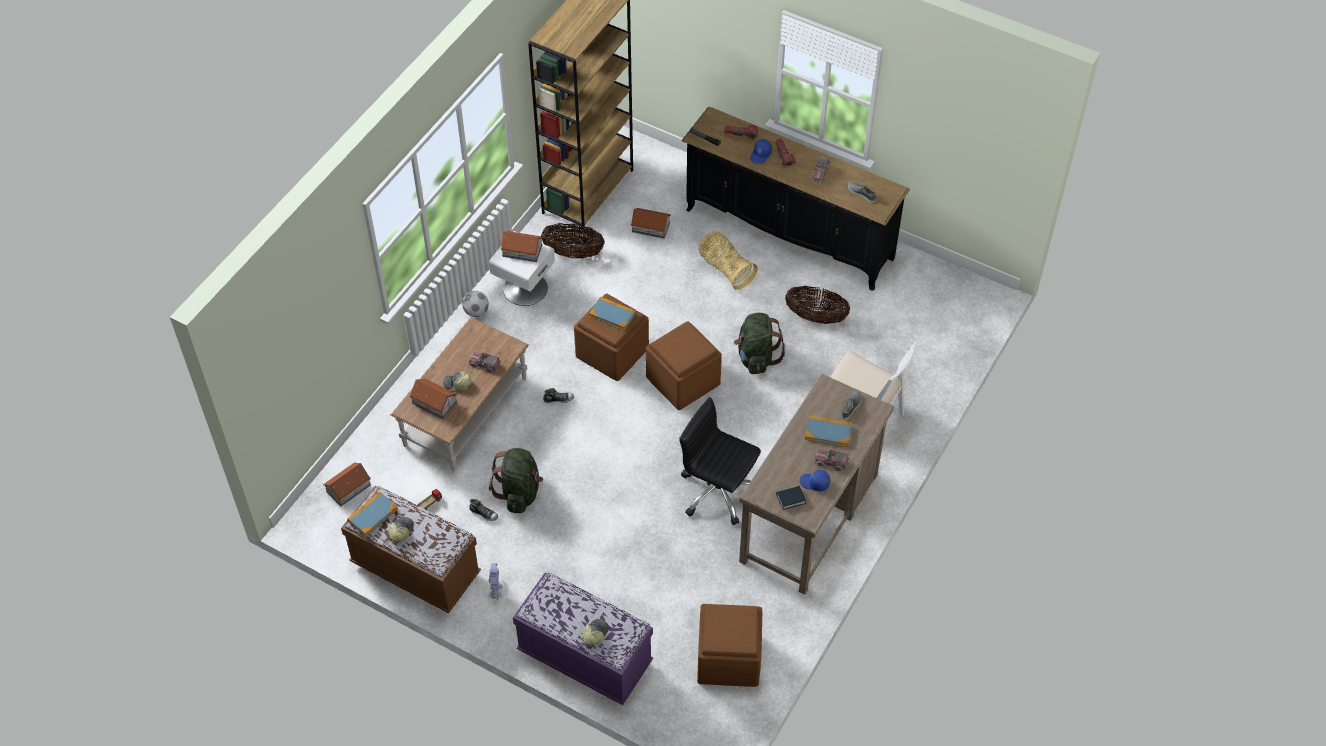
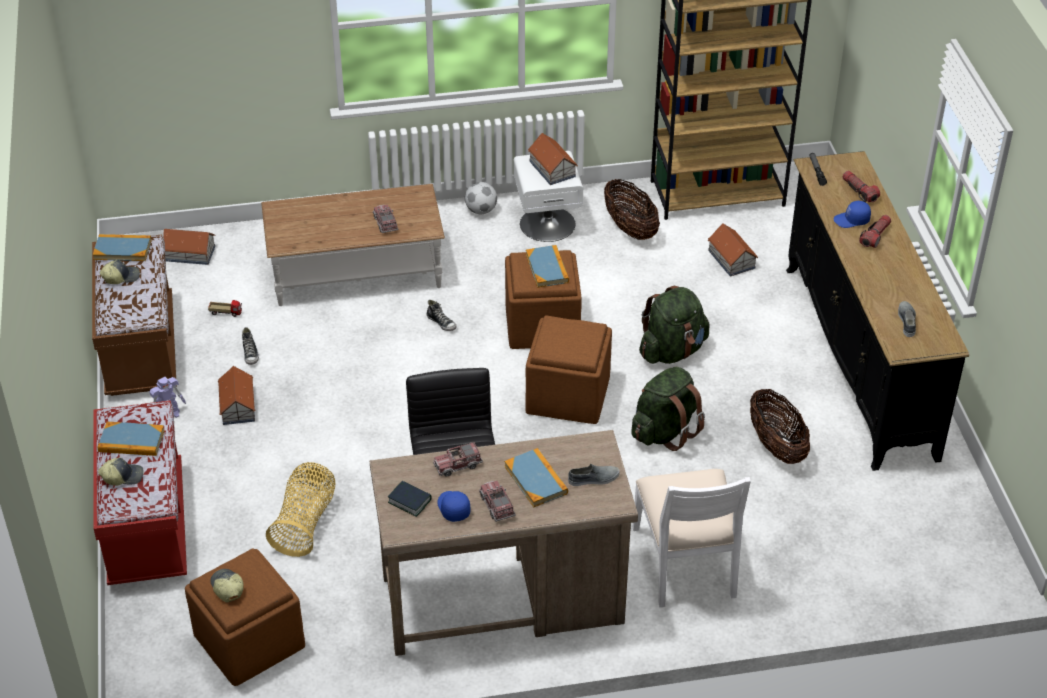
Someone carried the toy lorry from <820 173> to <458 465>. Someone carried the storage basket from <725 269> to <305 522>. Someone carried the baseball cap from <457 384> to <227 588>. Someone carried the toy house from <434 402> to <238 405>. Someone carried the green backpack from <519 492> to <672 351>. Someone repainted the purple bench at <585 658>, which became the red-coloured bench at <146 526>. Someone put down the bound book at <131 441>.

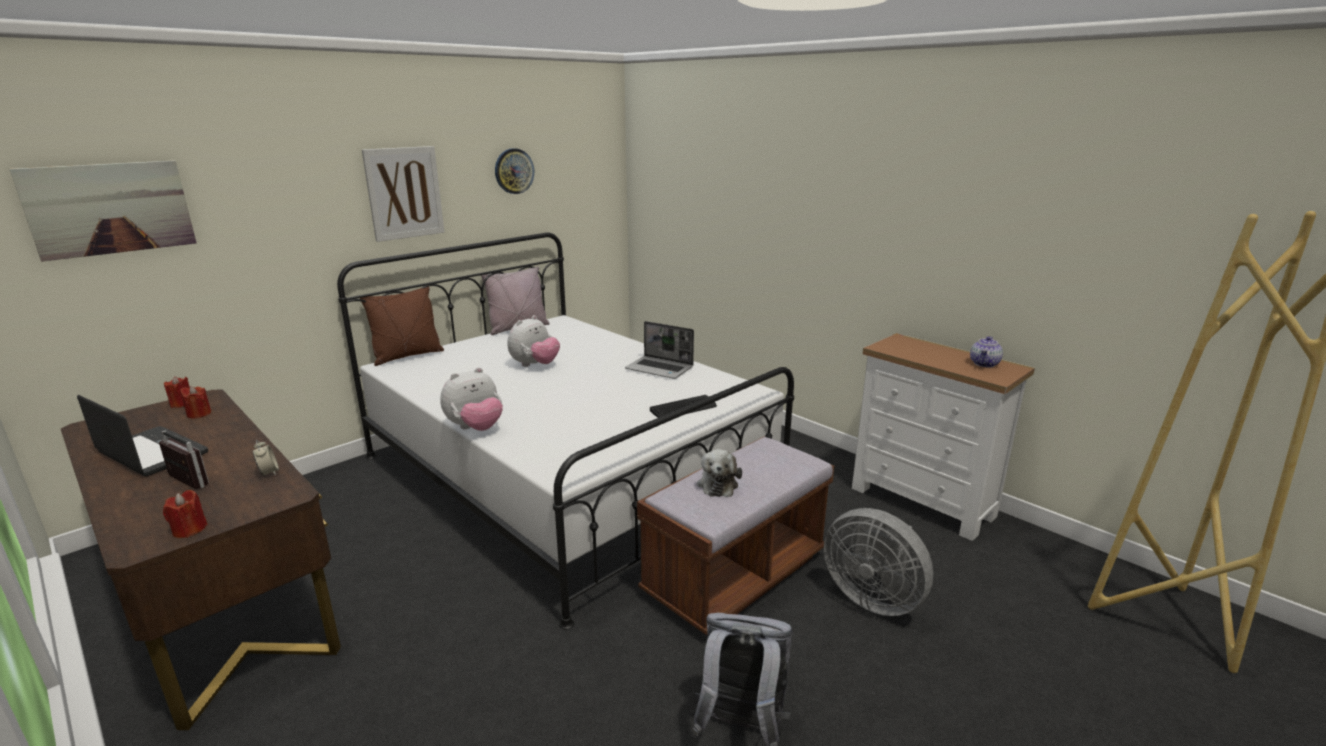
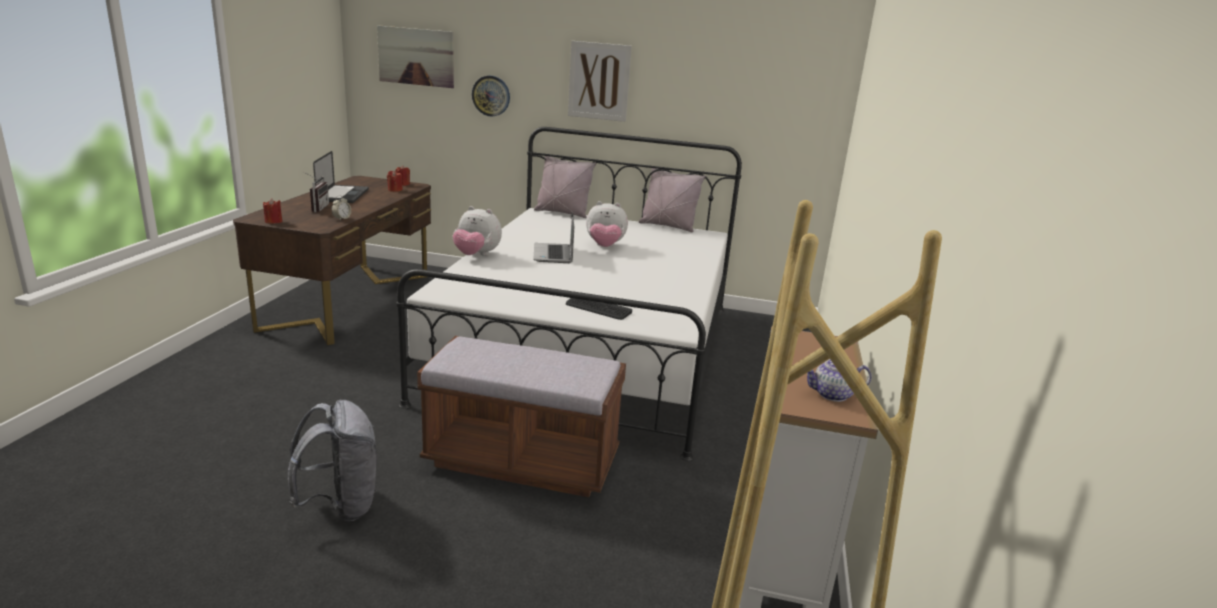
Someone carried the wall clock from <514 171> to <491 96>. Someone repainted the brownish pillow at <407 356>, which became the purple pillow at <562 213>. Someone carried the portable computer from <660 369> to <554 254>. Someone took away the plush toy at <717 484>. Someone took away the grey fan at <872 597>.

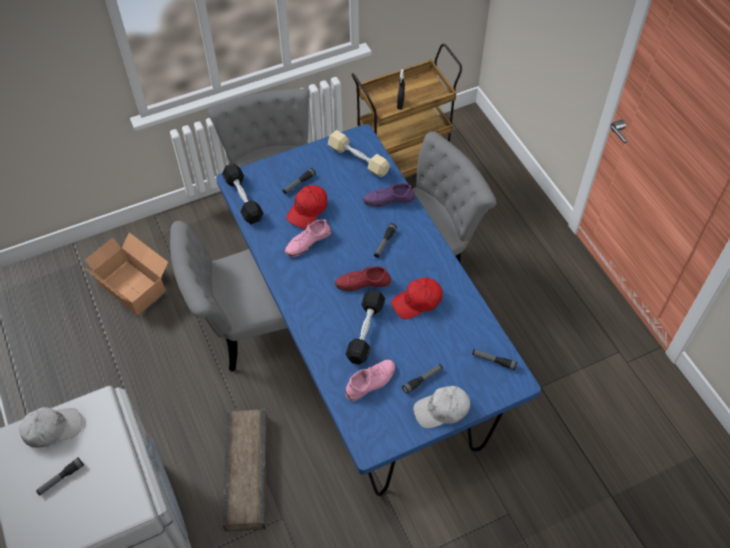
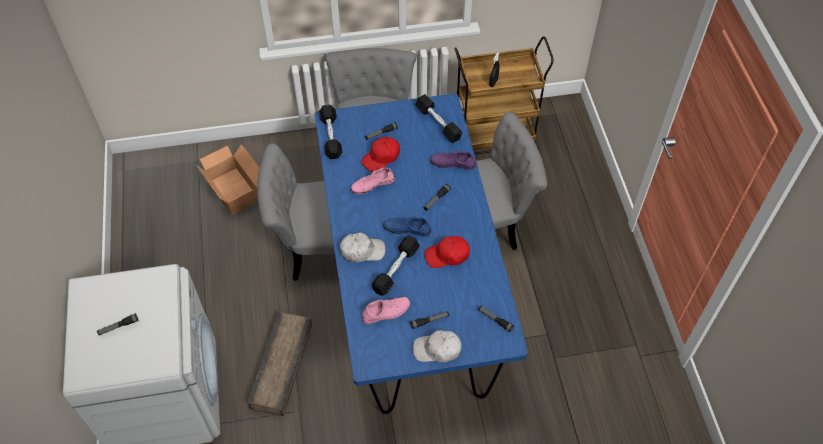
Someone repainted the beige hand weight at <358 159>, which became the black-coloured hand weight at <438 123>. Someone repainted the red-coloured item of footwear at <363 282>, which became the bluish item of footwear at <407 229>. Someone carried the white baseball cap from <52 429> to <362 251>.

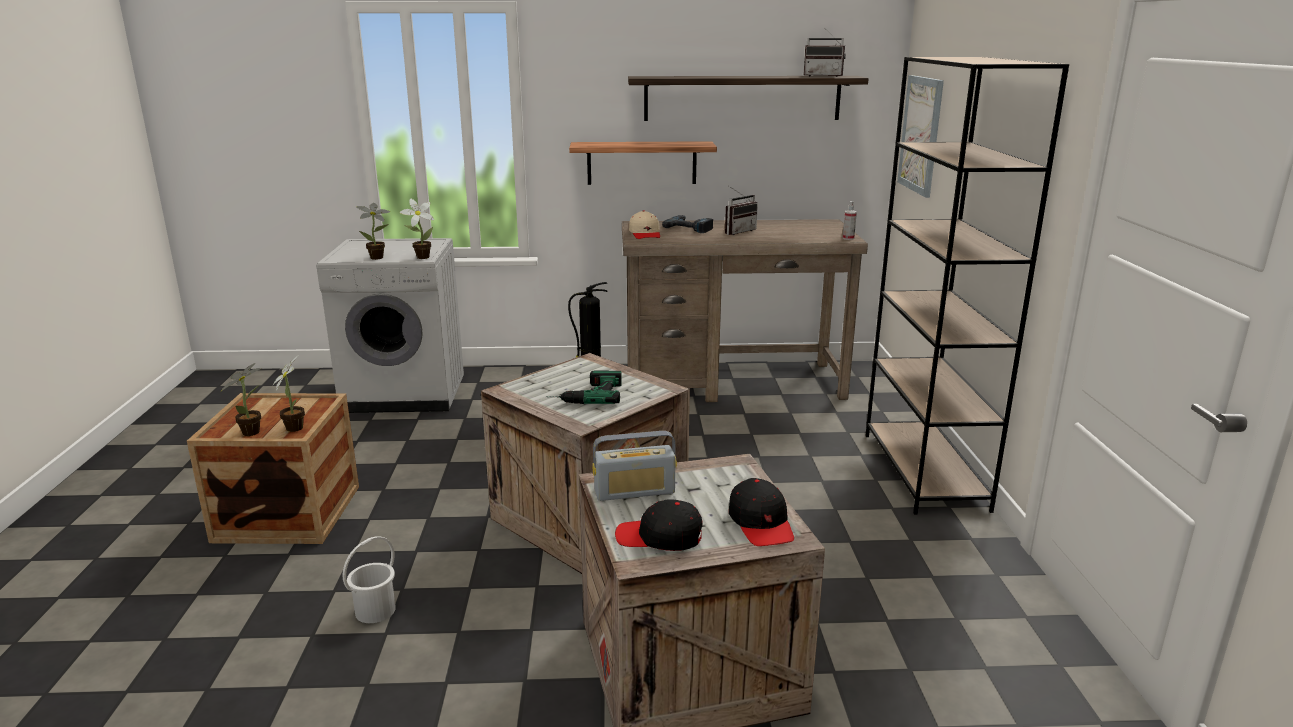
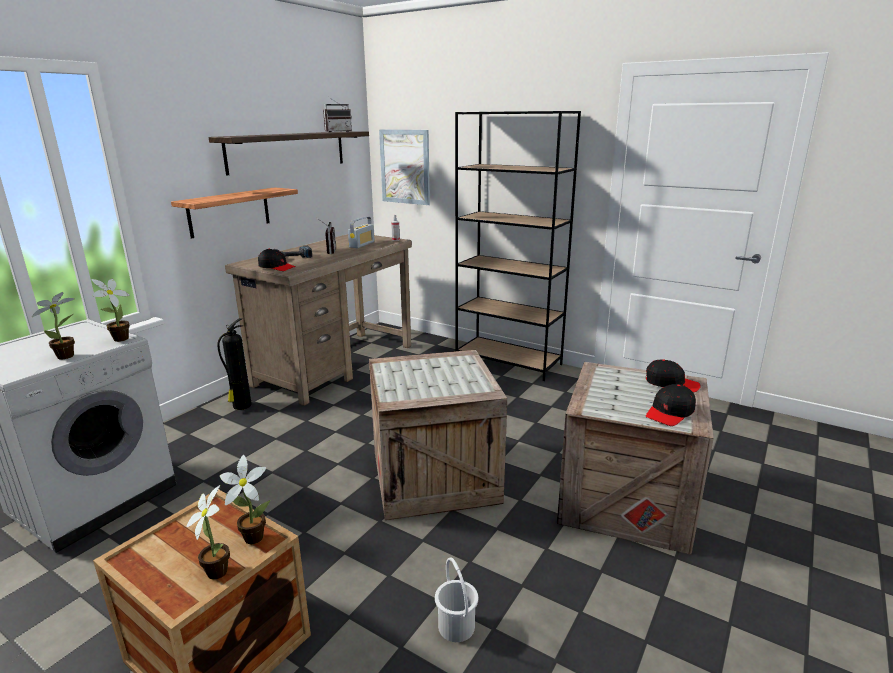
Someone repainted the beige baseball cap at <645 234>, which became the black-coloured baseball cap at <277 267>. Someone took away the electric drill at <585 394>. Someone carried the radio set from <634 491> to <362 244>.

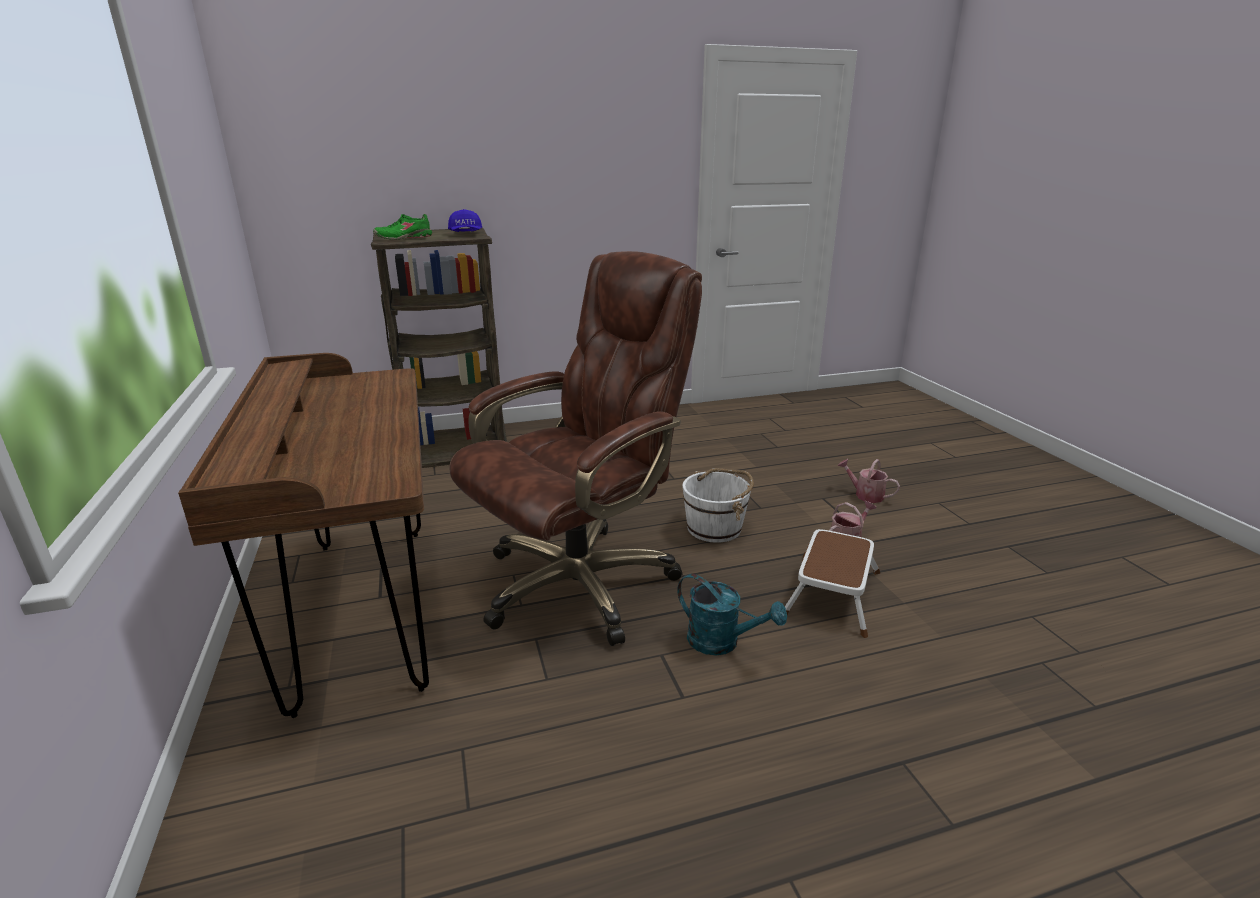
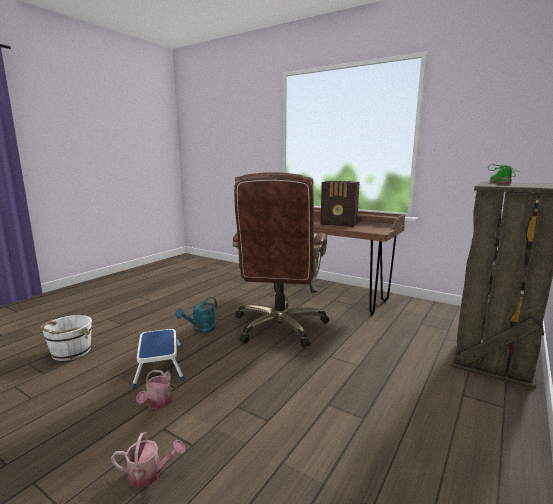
Someone took away the bluish baseball cap at <466 234>. Someone carried the white pail from <715 528> to <70 352>. Someone repainted the brownish step ladder at <831 593>, which became the bluish step ladder at <160 365>. Someone rotated the turquoise watering can at <722 642> by 45 degrees counterclockwise. Someone put down the radio set at <339 224>.

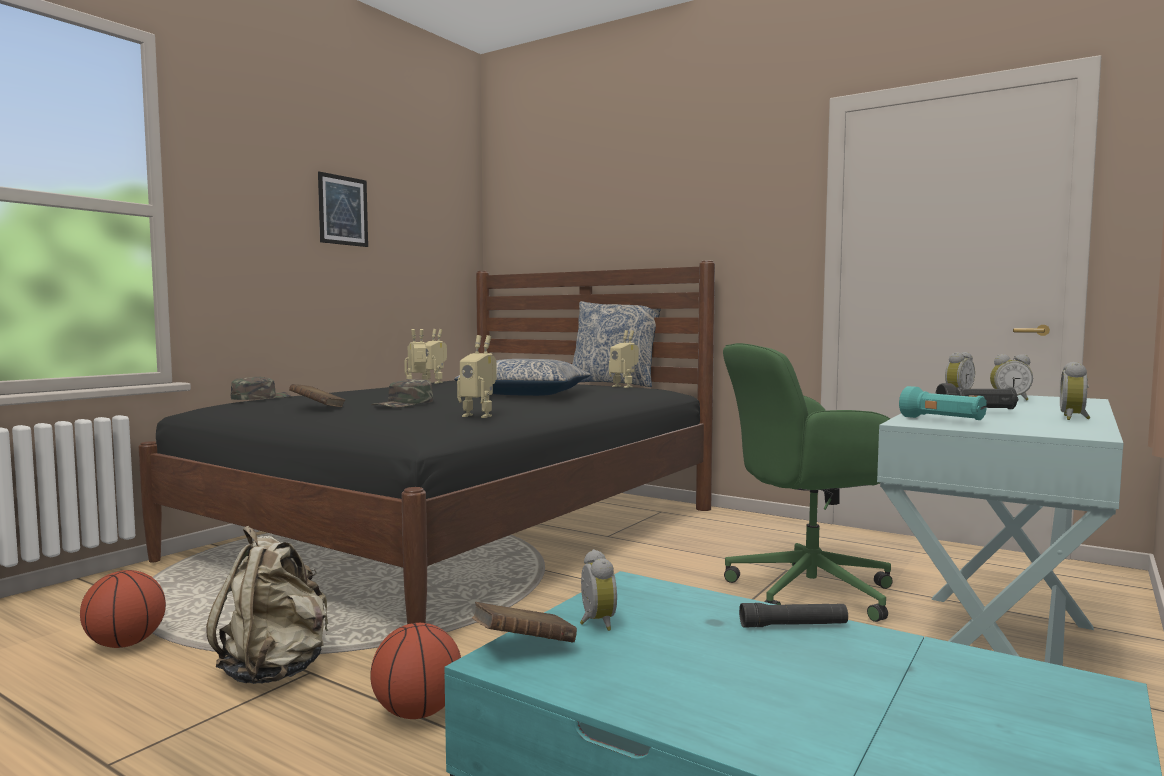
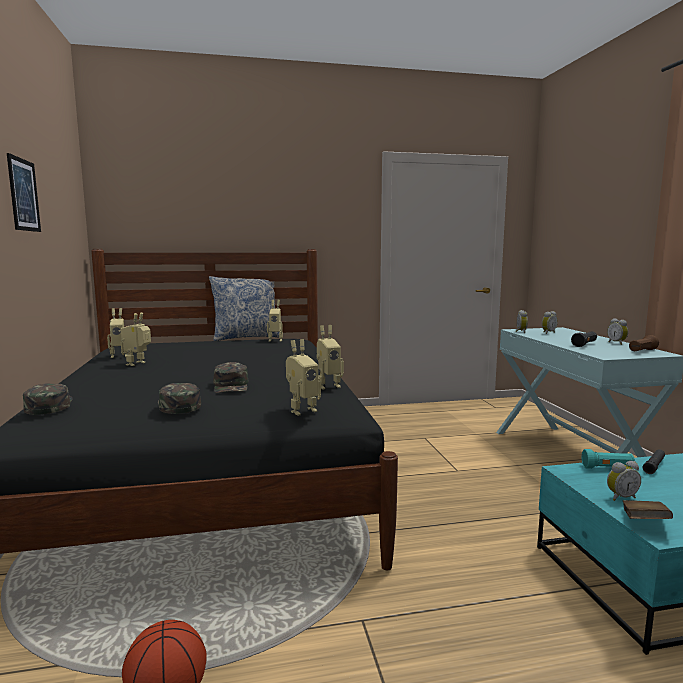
Someone took away the green office chair at <808 592>. Someone took away the pillow at <526 394>. Someone swapped the brownish bound book at <318 408> for the green baseball cap at <178 405>. Someone carried the turquoise torch from <942 420> to <607 468>. Someone took away the beige backpack at <275 670>. Someone rotated the alarm clock at <595 623> by 135 degrees clockwise. Someone took away the basketball ball at <418 713>. Someone put down the brownish torch at <642 351>. Someone put down the toy robot at <301 410>.

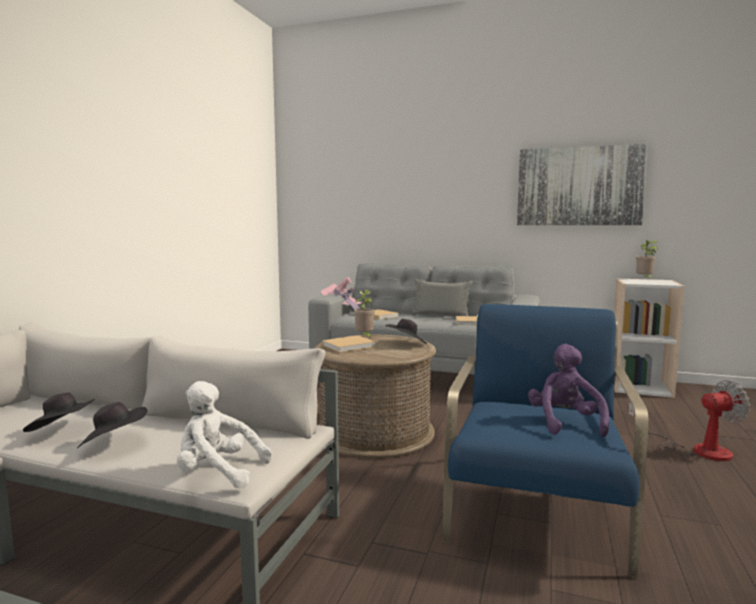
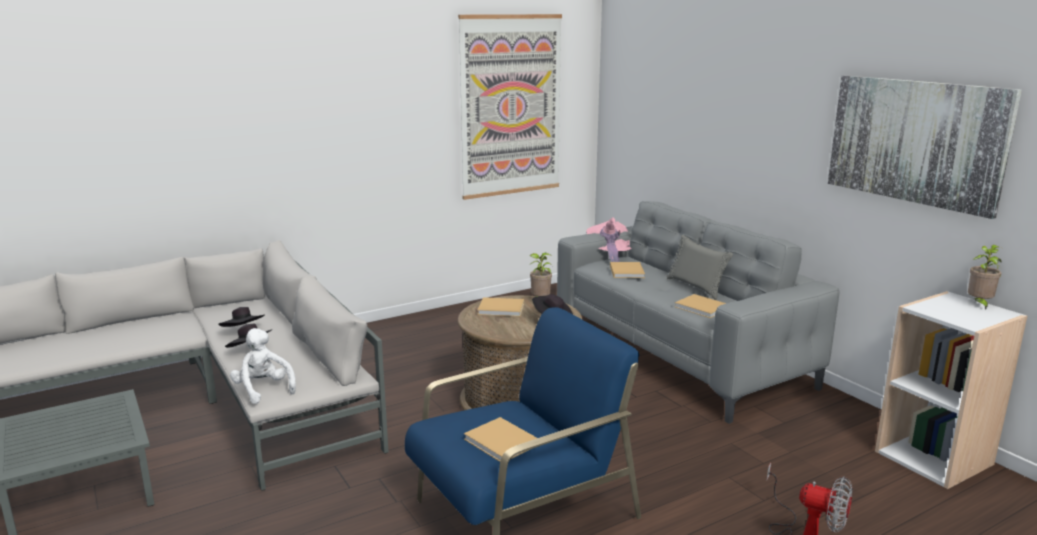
Someone swapped the purple plush toy at <565 423> for the beige bound book at <502 443>. Someone put up the wall picture at <511 106>.

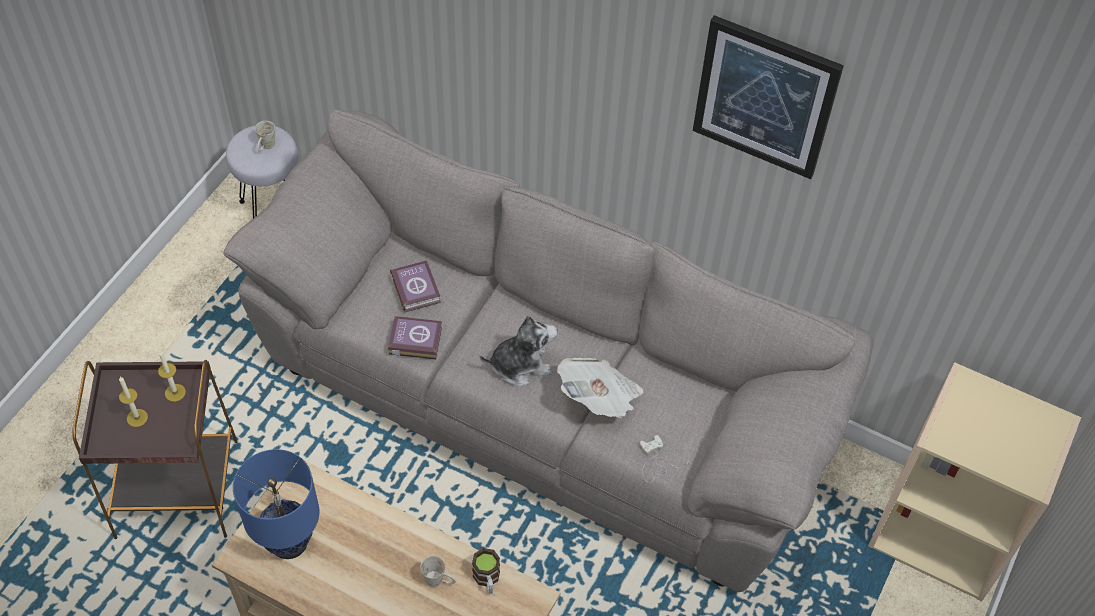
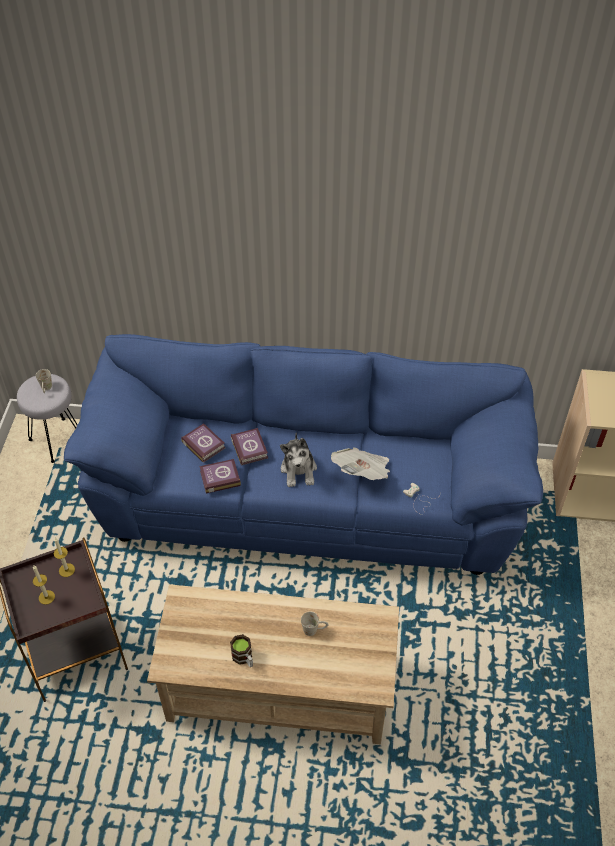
Someone took away the wall picture at <765 97>. Someone repainted the grey sofa at <541 409>, which became the bluish sofa at <307 505>. Someone rotated the plush toy at <520 365> by 120 degrees clockwise. Someone took away the bluish table lamp at <288 541>. Someone carried the coffee mug from <487 579> to <244 658>. Someone put down the bound book at <250 448>.

